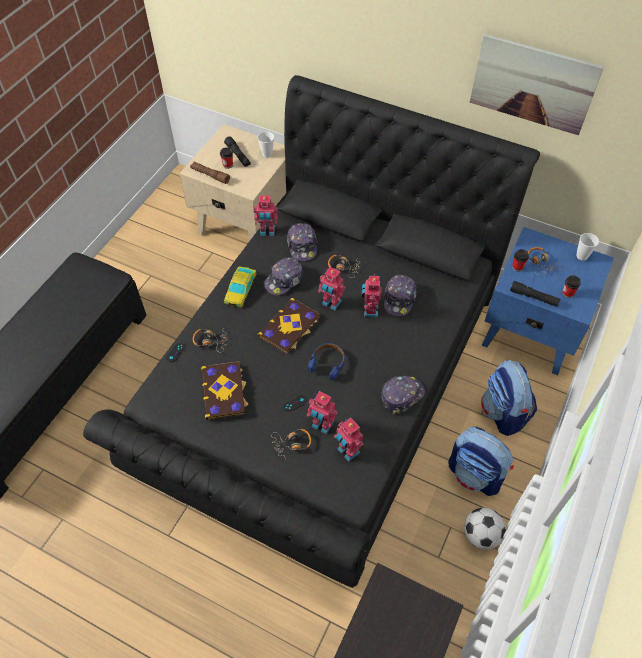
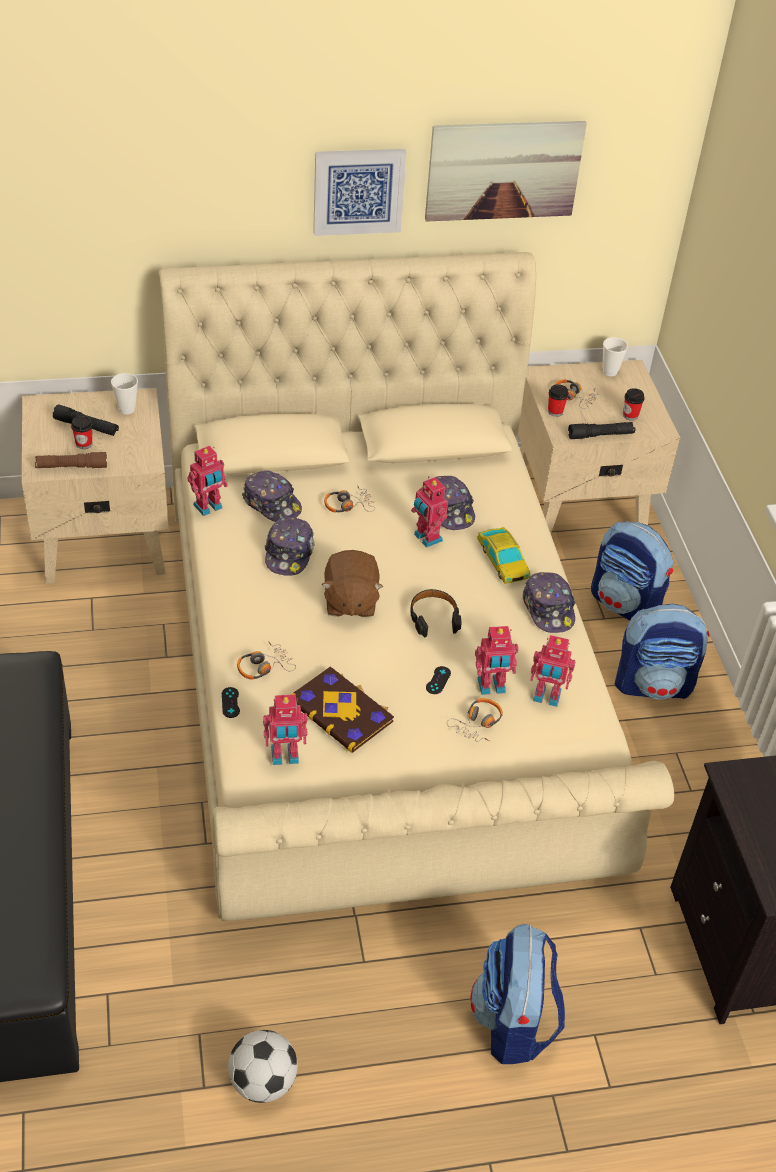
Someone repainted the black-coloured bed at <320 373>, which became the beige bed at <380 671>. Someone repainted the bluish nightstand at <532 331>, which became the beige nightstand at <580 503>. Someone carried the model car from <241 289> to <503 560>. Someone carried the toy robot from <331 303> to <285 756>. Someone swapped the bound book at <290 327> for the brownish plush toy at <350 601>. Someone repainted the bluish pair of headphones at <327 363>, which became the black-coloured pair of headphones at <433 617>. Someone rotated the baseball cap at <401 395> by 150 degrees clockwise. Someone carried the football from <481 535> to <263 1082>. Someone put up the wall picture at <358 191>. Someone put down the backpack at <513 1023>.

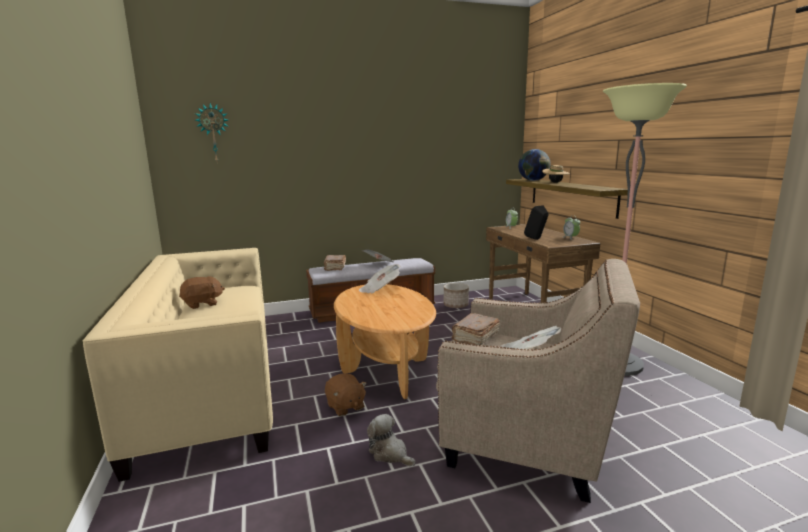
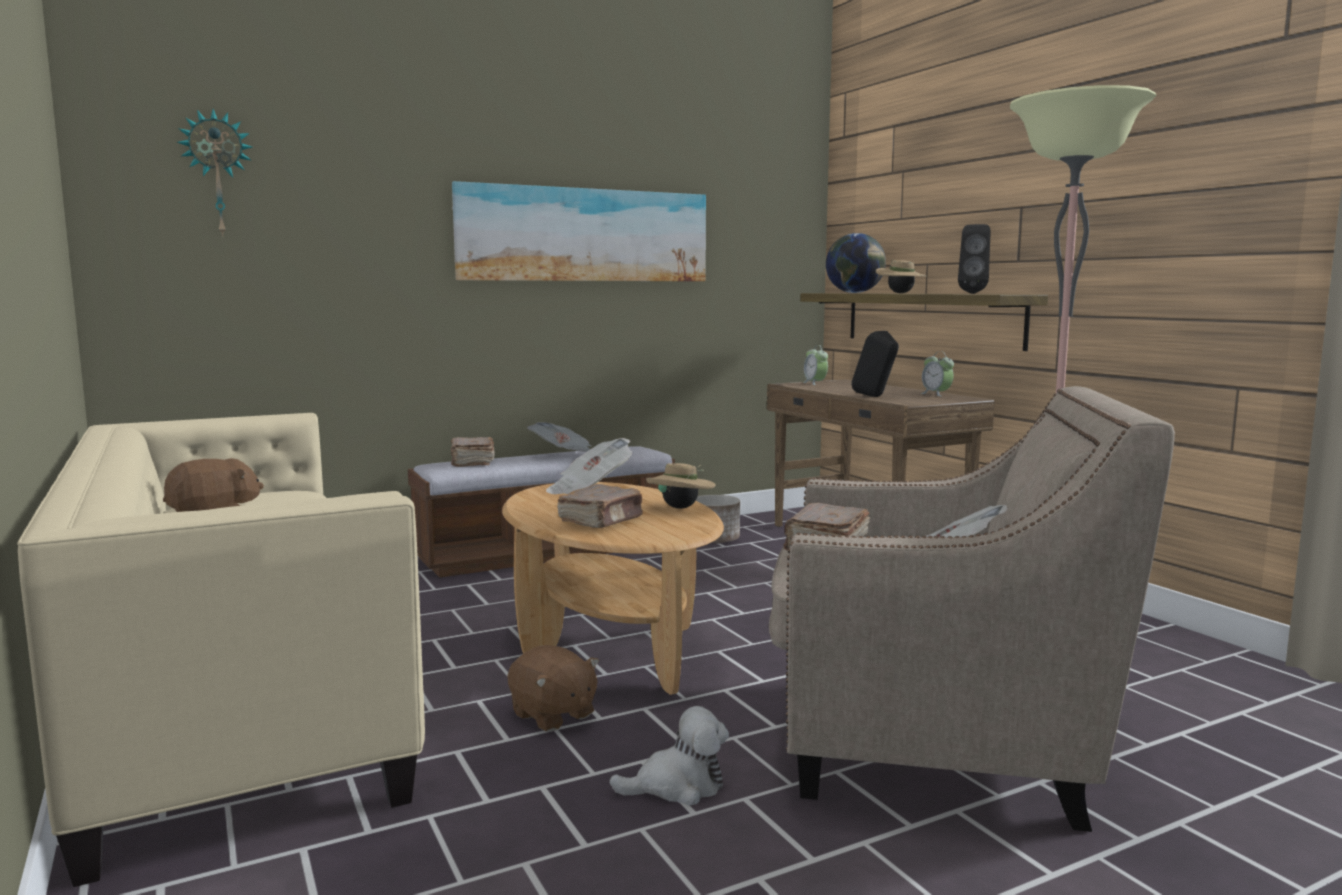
Someone rotated the plush toy at <390 453> by 135 degrees clockwise. Someone put up the wall picture at <584 235>. Someone put down the black-coloured audio speaker at <973 293>. Someone put down the beige clothing hat at <681 508>. Someone put down the brownish bound book at <602 521>.

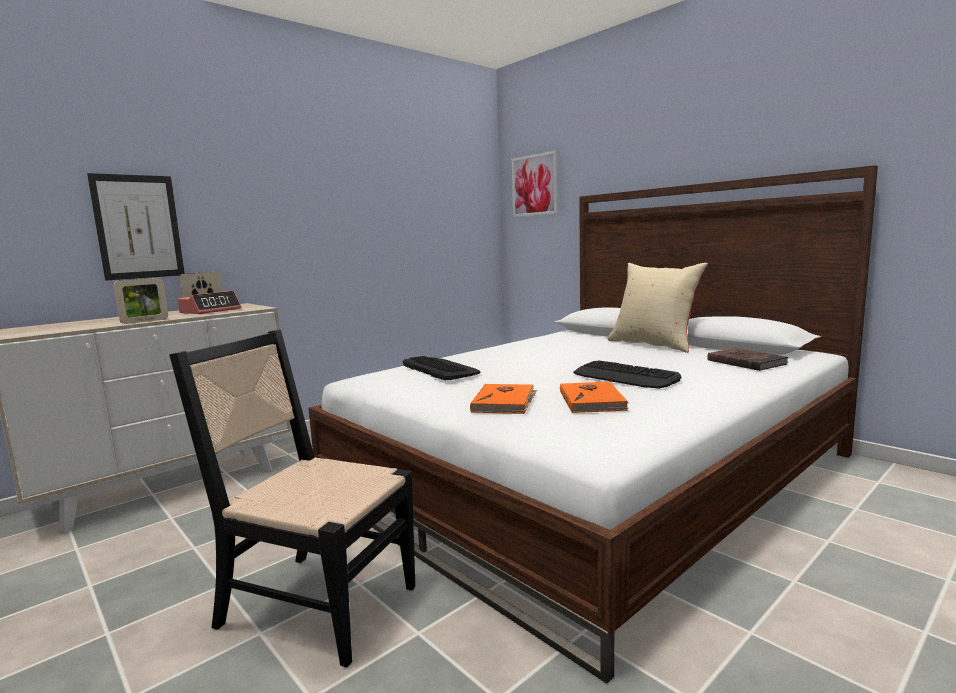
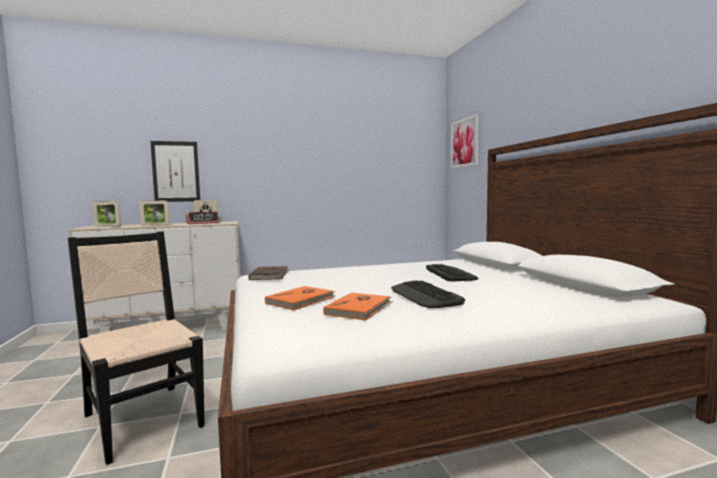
Someone took away the beige pillow at <653 344>. Someone carried the brownish bound book from <746 362> to <270 275>. Someone carried the PC keyboard from <440 369> to <450 274>. Someone put down the standing frame at <108 226>.

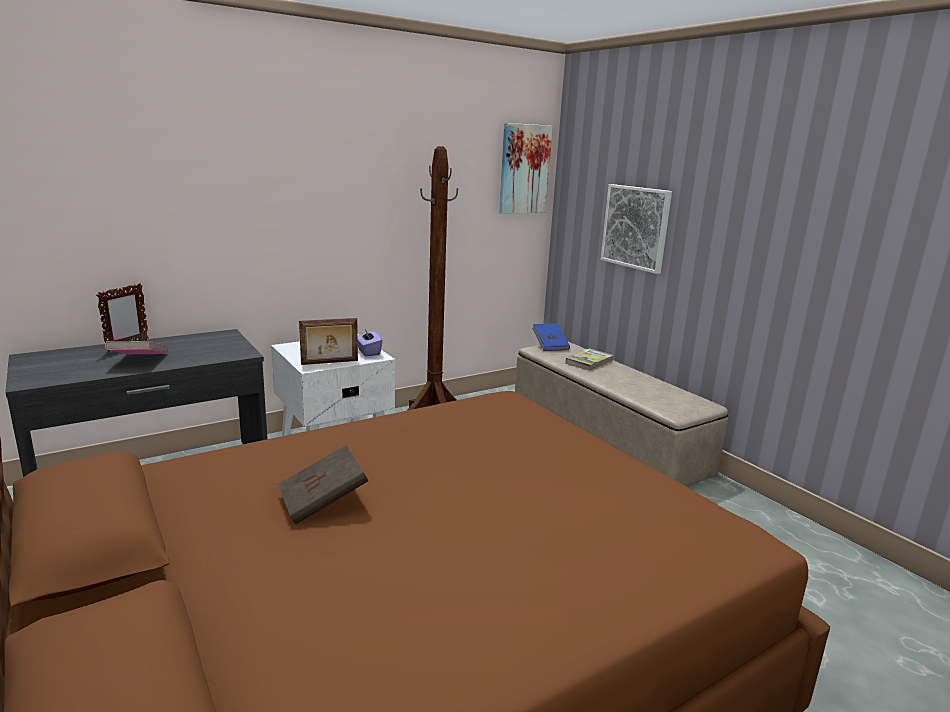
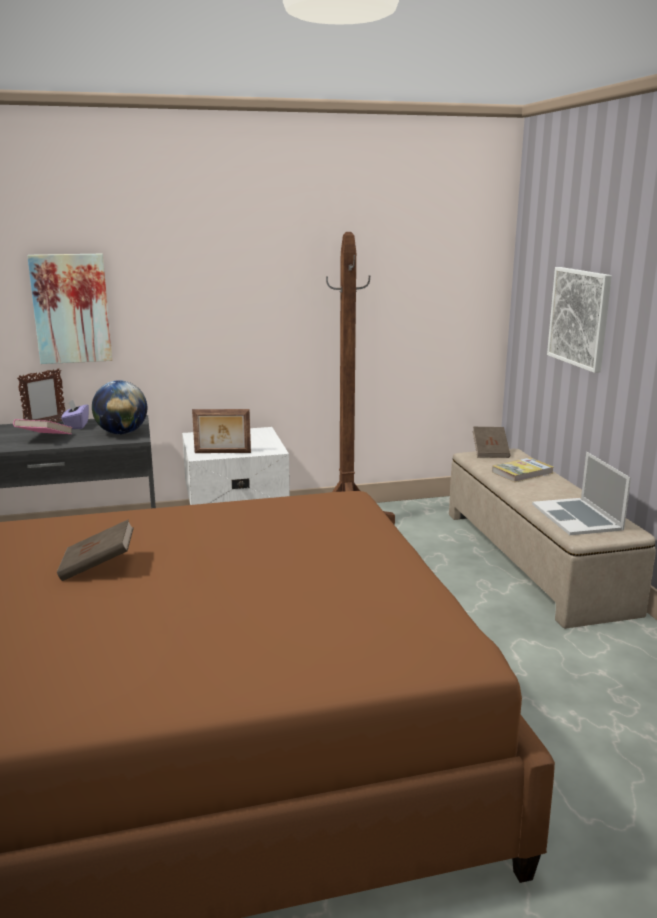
Someone carried the wall picture from <524 169> to <71 308>. Someone repainted the bluish bound book at <550 346>, which became the brownish bound book at <490 452>. Someone carried the purple tissue holder from <368 352> to <76 425>. Someone put down the globe at <122 433>. Someone put down the portable computer at <577 517>.

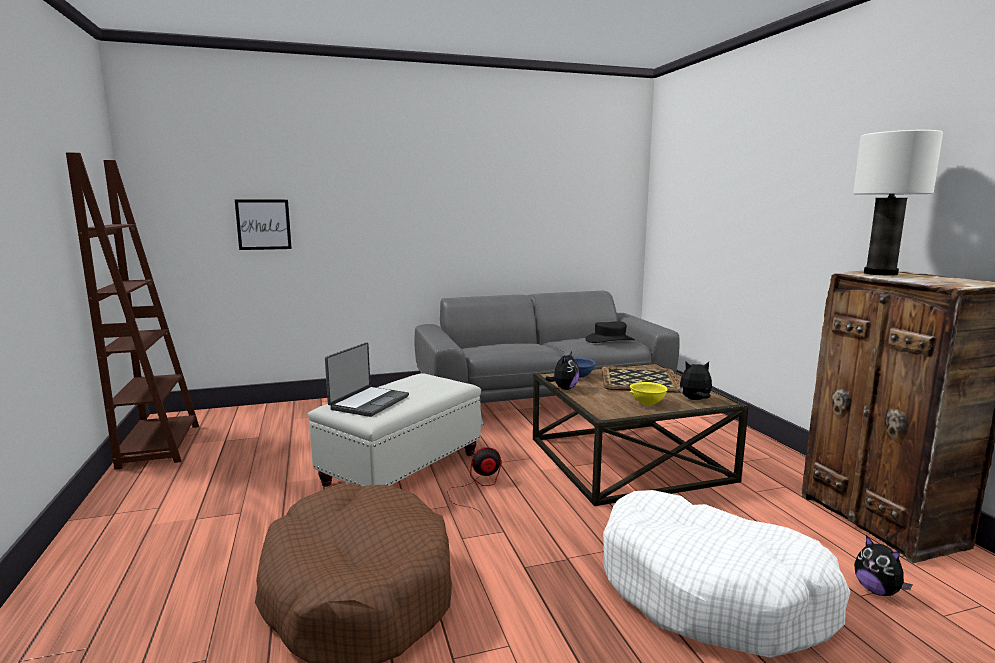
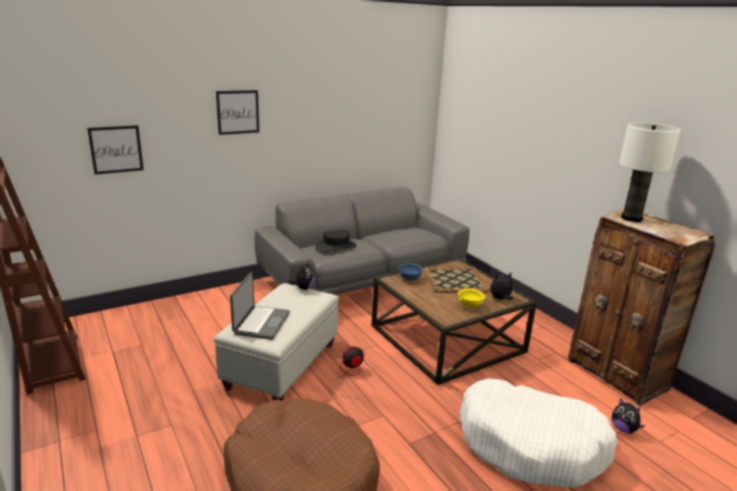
Someone carried the black-coloured clothing hat from <610 340> to <336 246>. Someone carried the plush toy from <564 388> to <303 288>. Someone put up the wall picture at <238 112>.

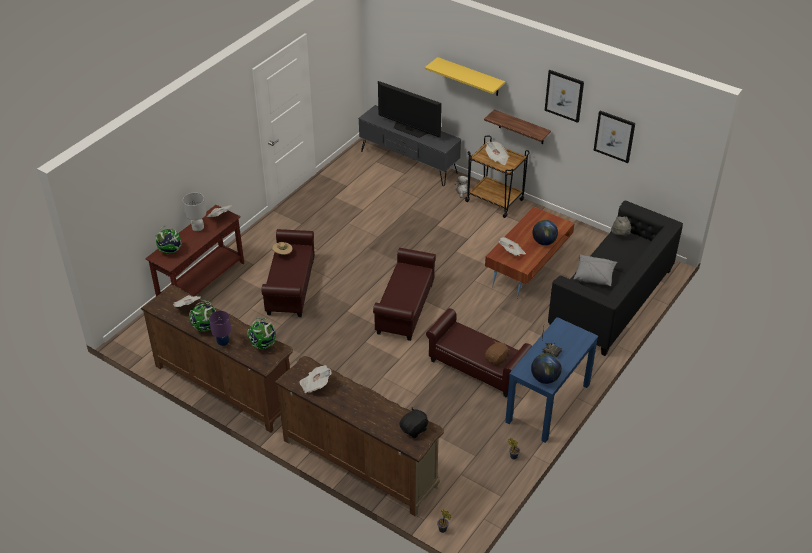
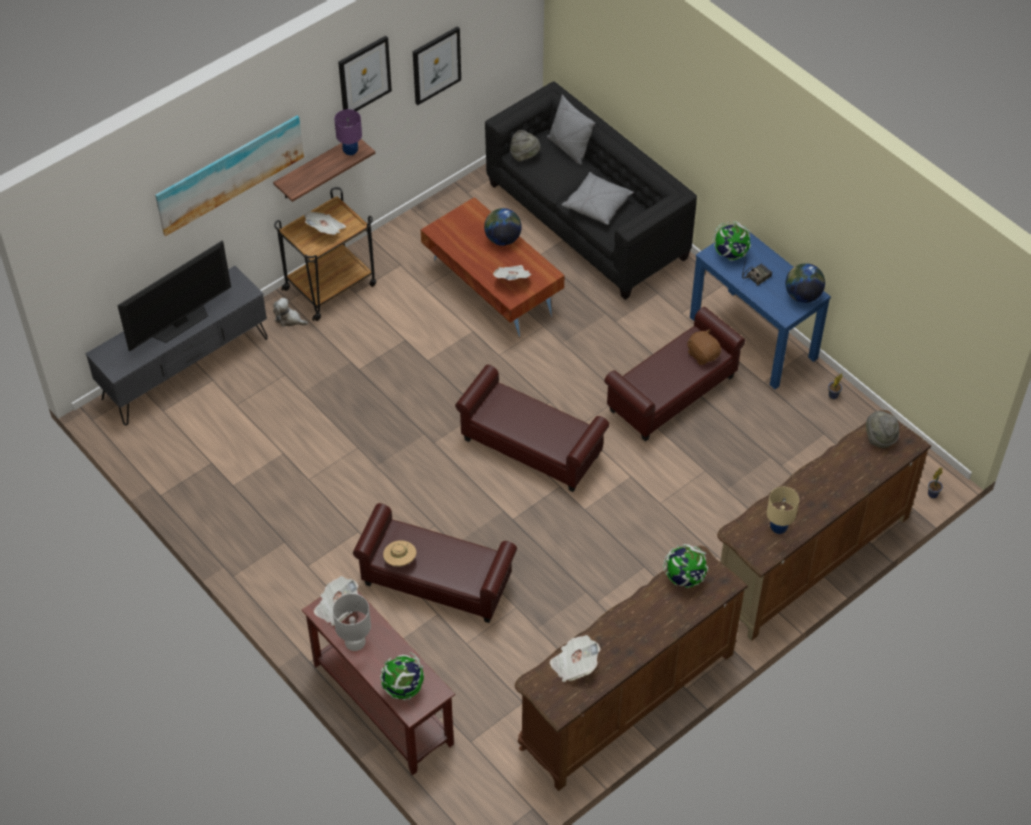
Someone swapped the yellow-coloured shelf at <470 77> for the wall picture at <229 173>. Someone carried the globe from <205 327> to <730 254>. Someone carried the purple table lamp from <223 342> to <350 151>. Someone swapped the daily paper at <315 385> for the beige table lamp at <778 529>. Someone swapped the black-coloured plush toy at <414 429> for the grey clothing hat at <880 438>. Someone put down the grey pillow at <569 148>.

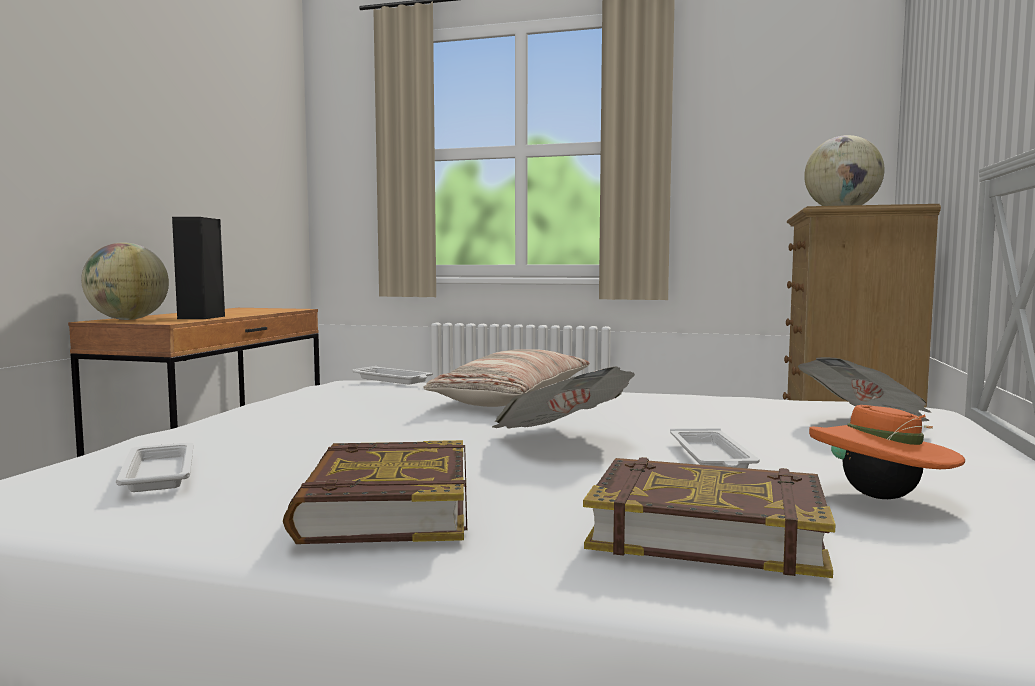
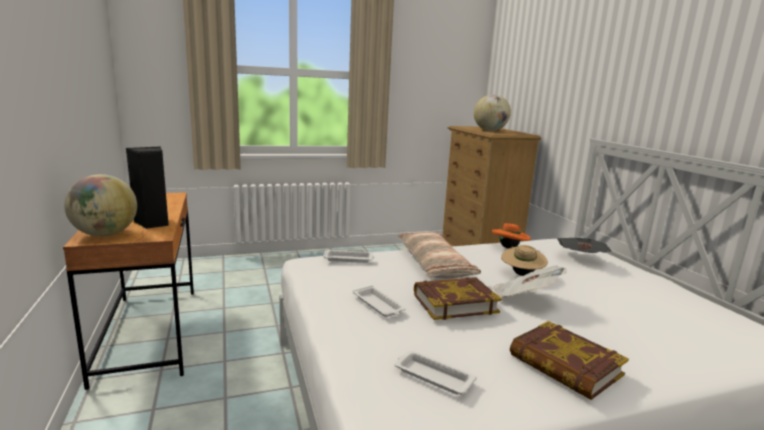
Someone carried the orange-coloured clothing hat from <881 498> to <509 248>. Someone carried the white carrying tray from <711 457> to <378 305>. Someone carried the bound book from <707 530> to <454 303>. Someone put down the beige clothing hat at <521 274>.

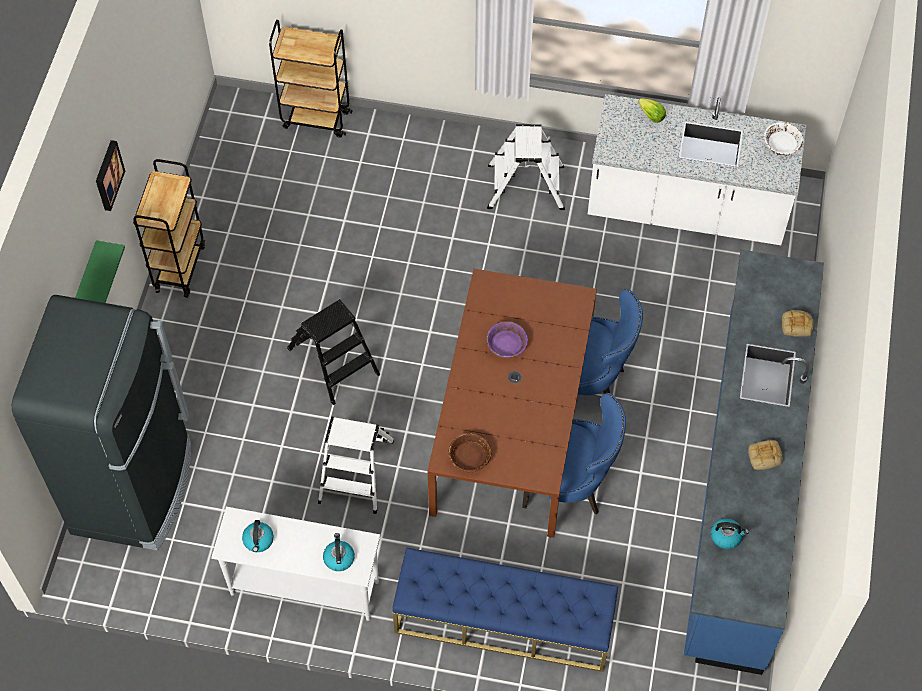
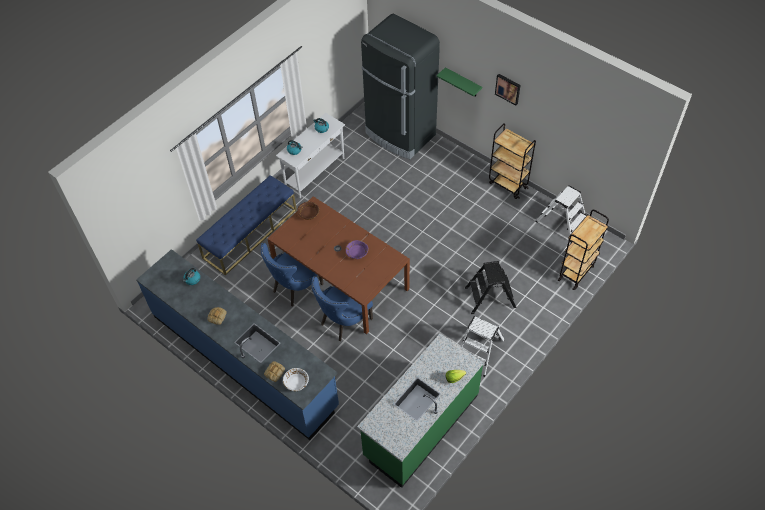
Someone repainted the white kitchen counter at <686 209>, which became the green kitchen counter at <420 425>. Someone carried the white serving bowl from <782 144> to <296 382>. Someone carried the black-coloured step ladder from <333 361> to <490 297>. Someone carried the white step ladder from <356 470> to <561 222>.

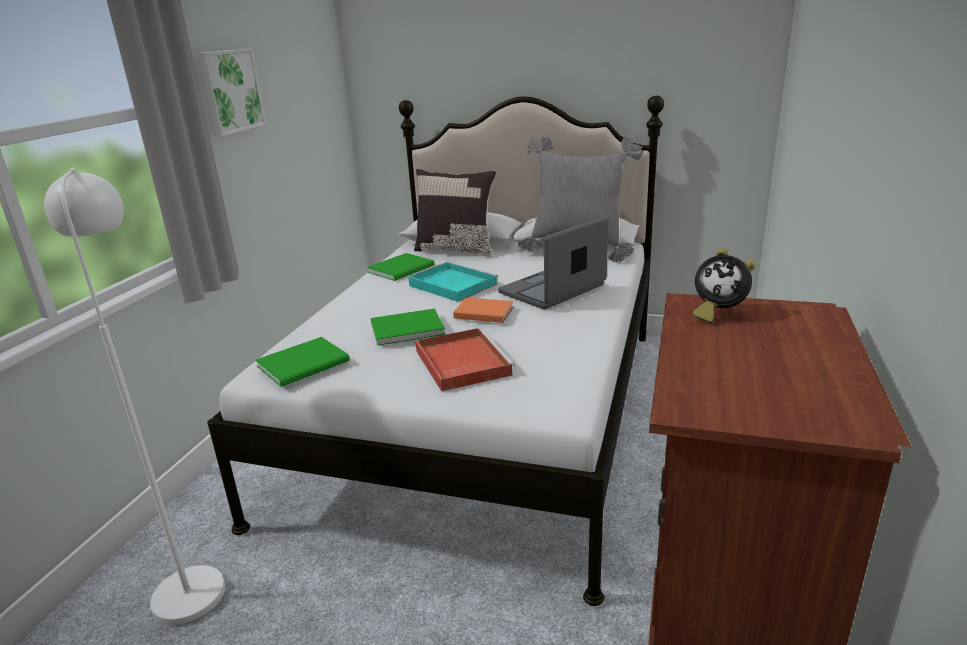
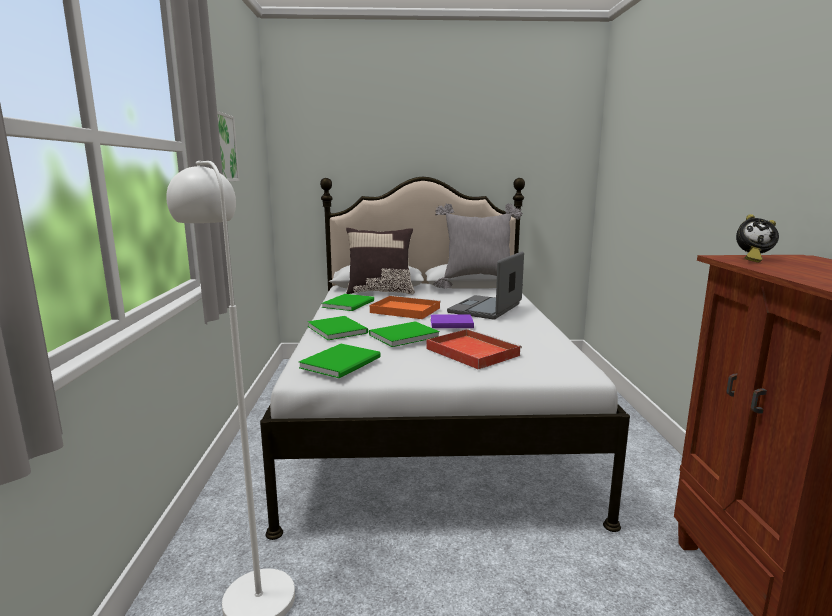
Someone repainted the turquoise carrying tray at <451 284>, which became the orange-coloured carrying tray at <404 310>. Someone repainted the orange-coloured bound book at <482 312>, which became the purple bound book at <450 323>. Someone put down the green bound book at <338 329>.

